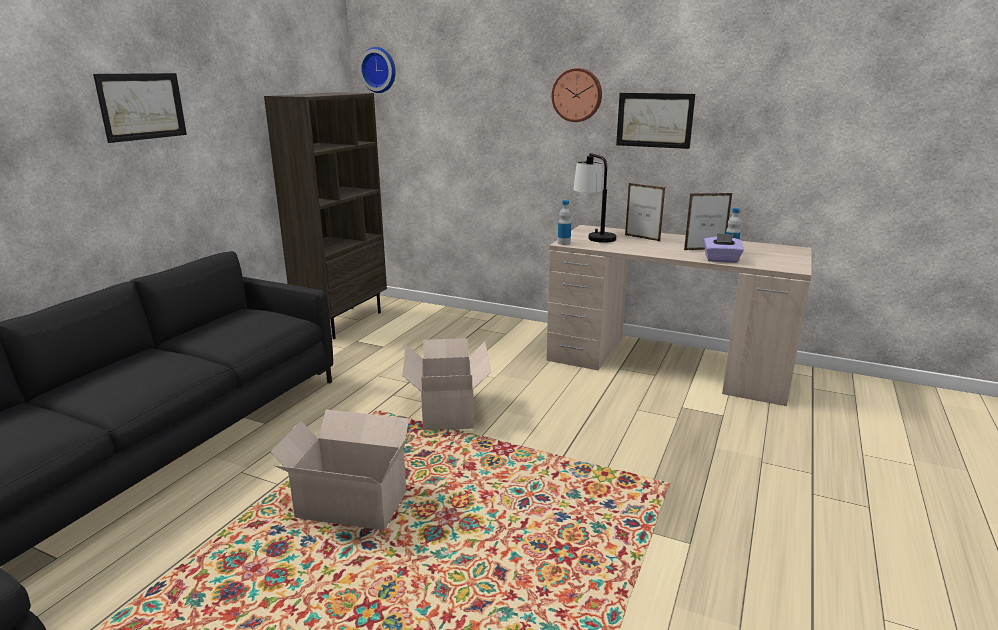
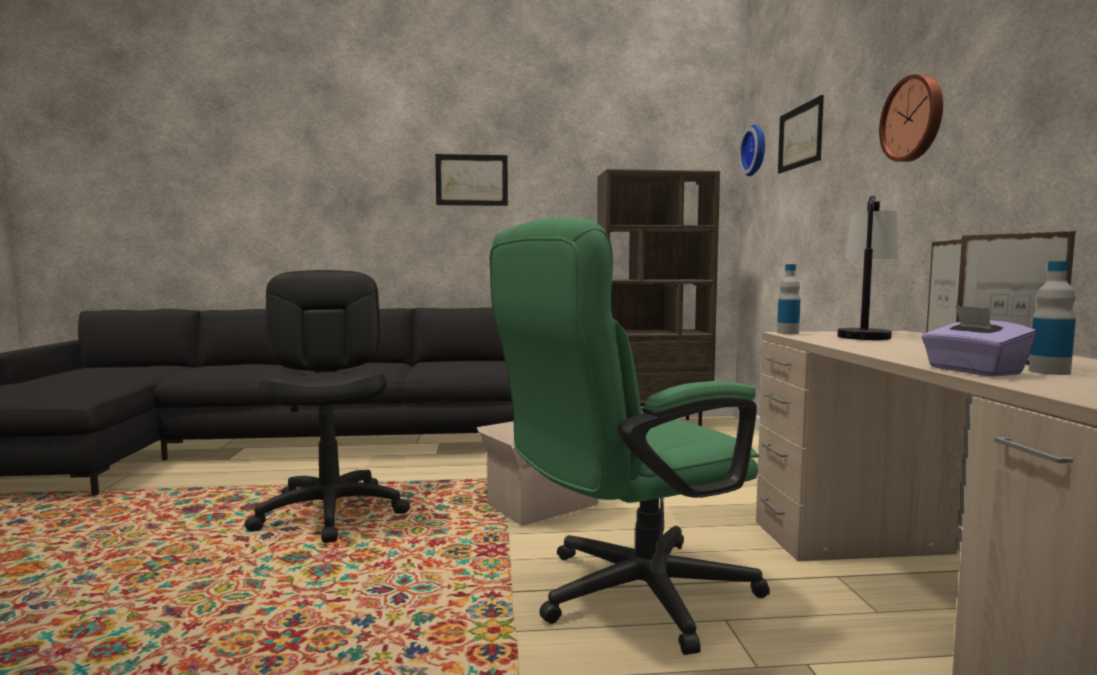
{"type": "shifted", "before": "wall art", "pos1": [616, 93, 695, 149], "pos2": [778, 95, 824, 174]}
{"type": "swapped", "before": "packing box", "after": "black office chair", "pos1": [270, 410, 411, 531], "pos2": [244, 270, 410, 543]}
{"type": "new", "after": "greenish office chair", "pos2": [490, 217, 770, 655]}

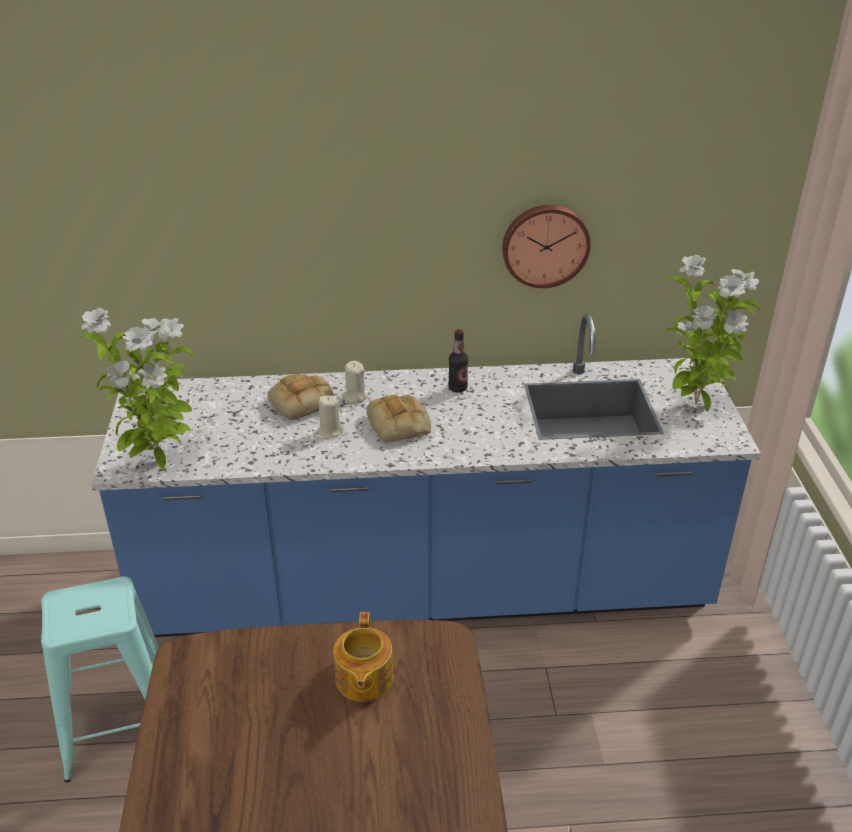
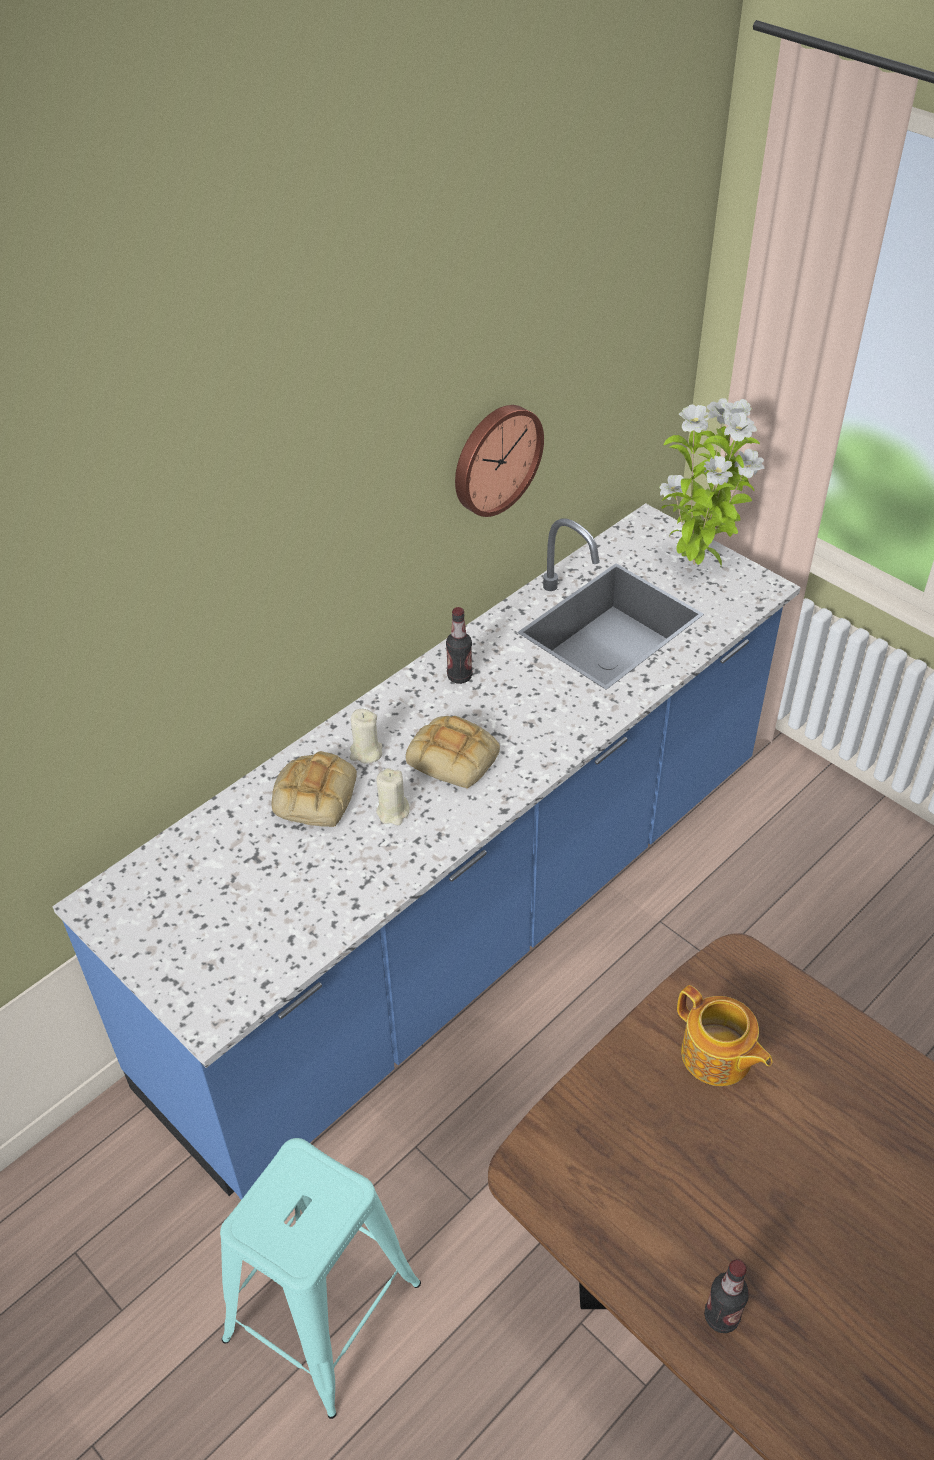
{"type": "gone", "before": "potted plant", "pos1": [80, 308, 195, 470]}
{"type": "new", "after": "beverage bottle", "pos2": [704, 1259, 749, 1333]}

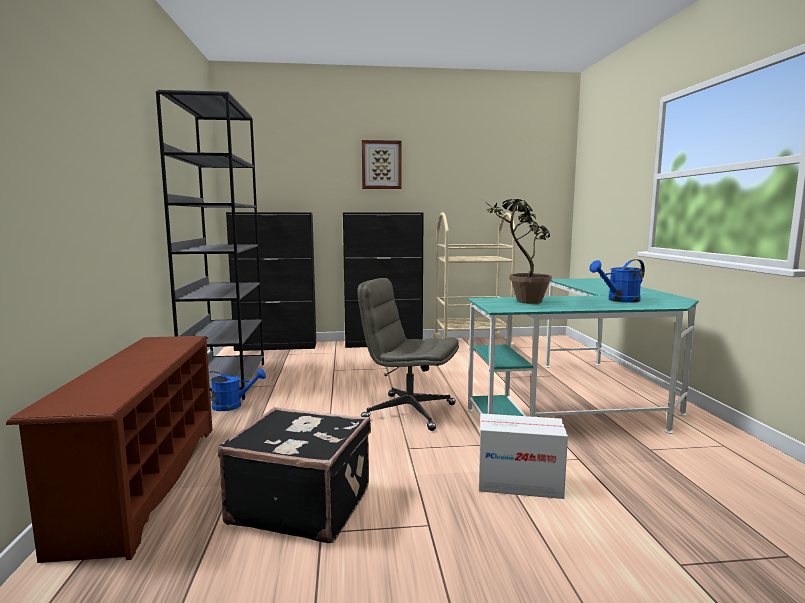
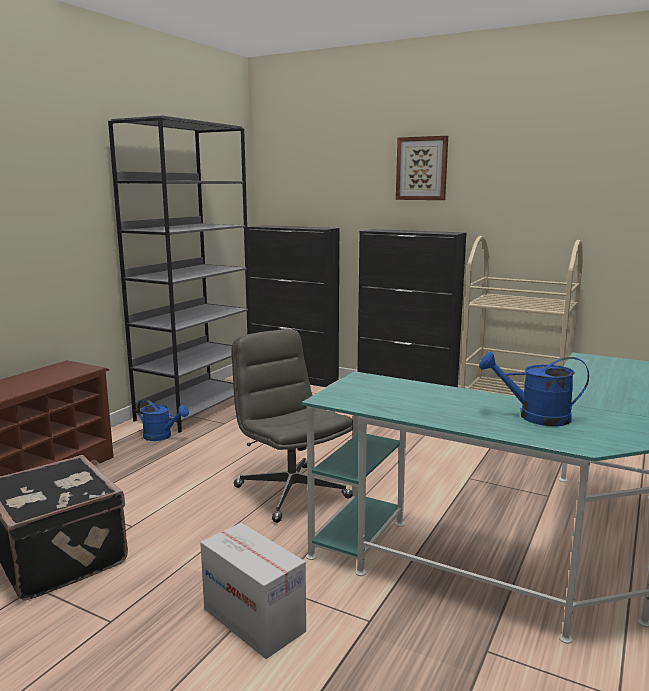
{"type": "gone", "before": "potted plant", "pos1": [483, 199, 552, 304]}

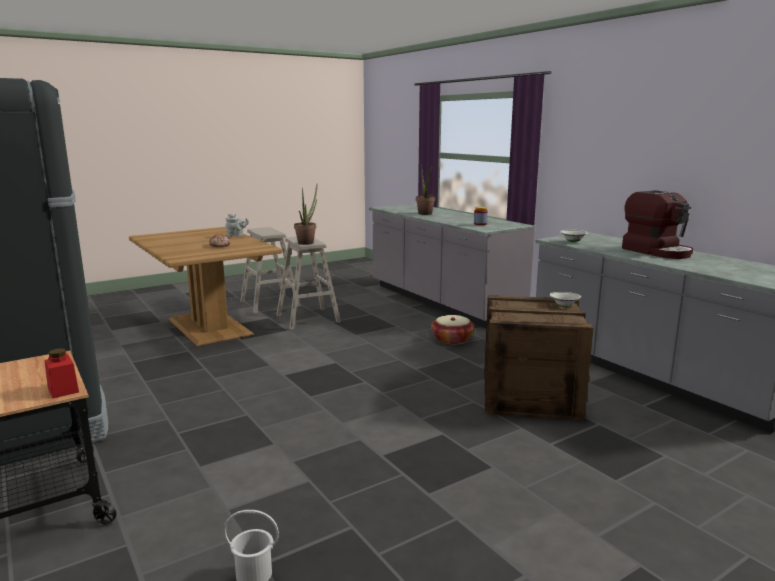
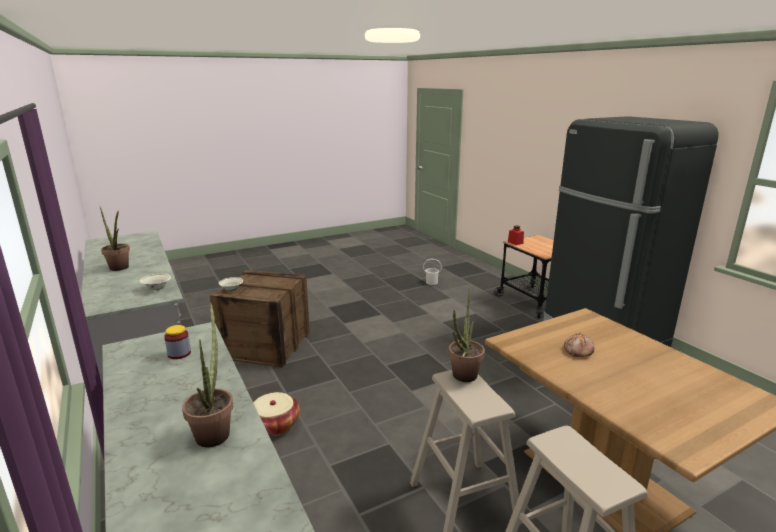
{"type": "swapped", "before": "coffee maker", "after": "potted plant", "pos1": [622, 190, 693, 259], "pos2": [100, 207, 130, 271]}
{"type": "gone", "before": "grey pot for tea", "pos1": [225, 214, 249, 237]}

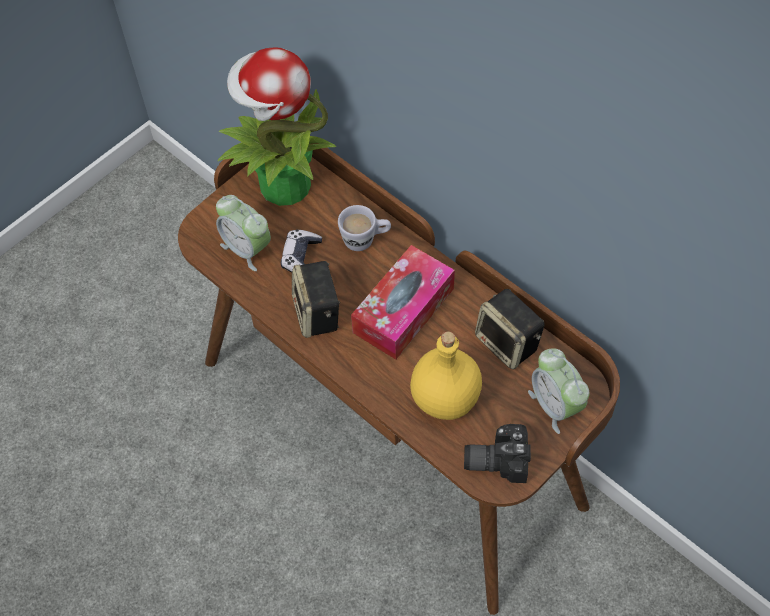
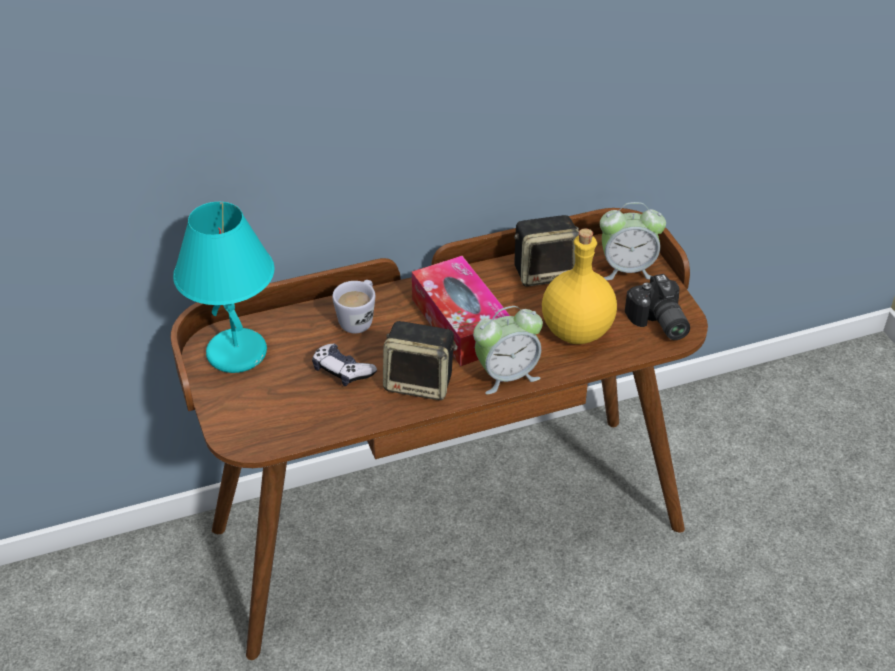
{"type": "swapped", "before": "potted plant", "after": "turquoise-coloured lamp for a table", "pos1": [218, 48, 336, 206], "pos2": [173, 202, 275, 373]}
{"type": "shifted", "before": "alarm clock", "pos1": [216, 195, 271, 271], "pos2": [473, 306, 543, 394]}
{"type": "rotated", "before": "still camera", "pos1": [464, 424, 531, 483], "pos2": [625, 274, 690, 340], "turn": -45}

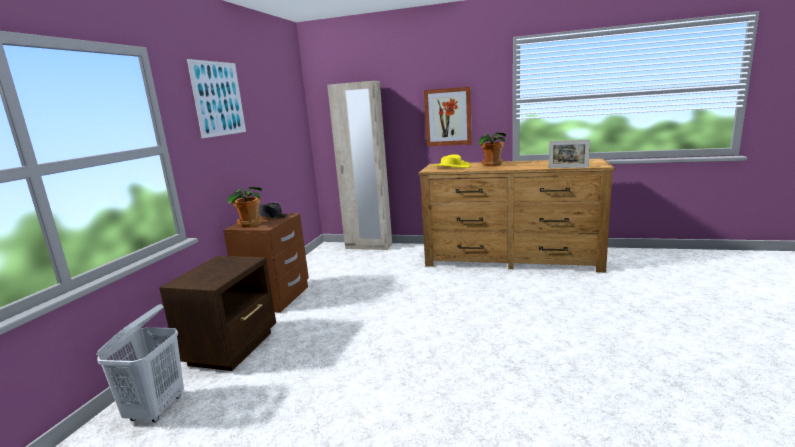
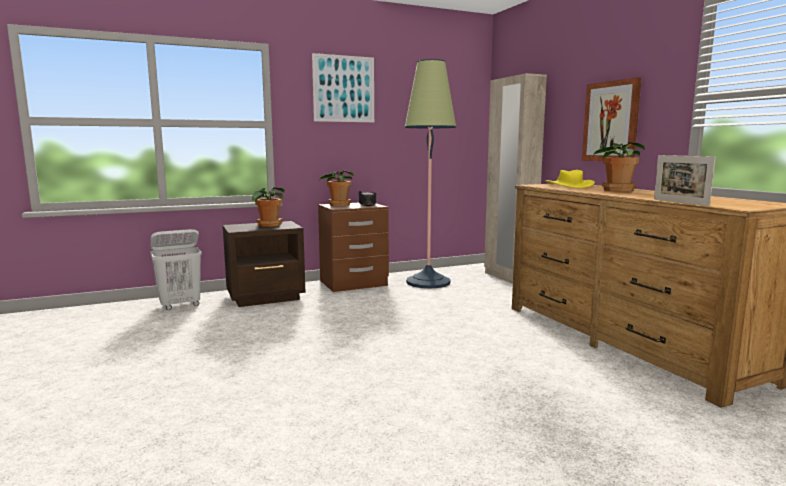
{"type": "new", "after": "floor lamp", "pos2": [405, 59, 456, 289]}
{"type": "new", "after": "potted plant", "pos2": [252, 188, 284, 227]}

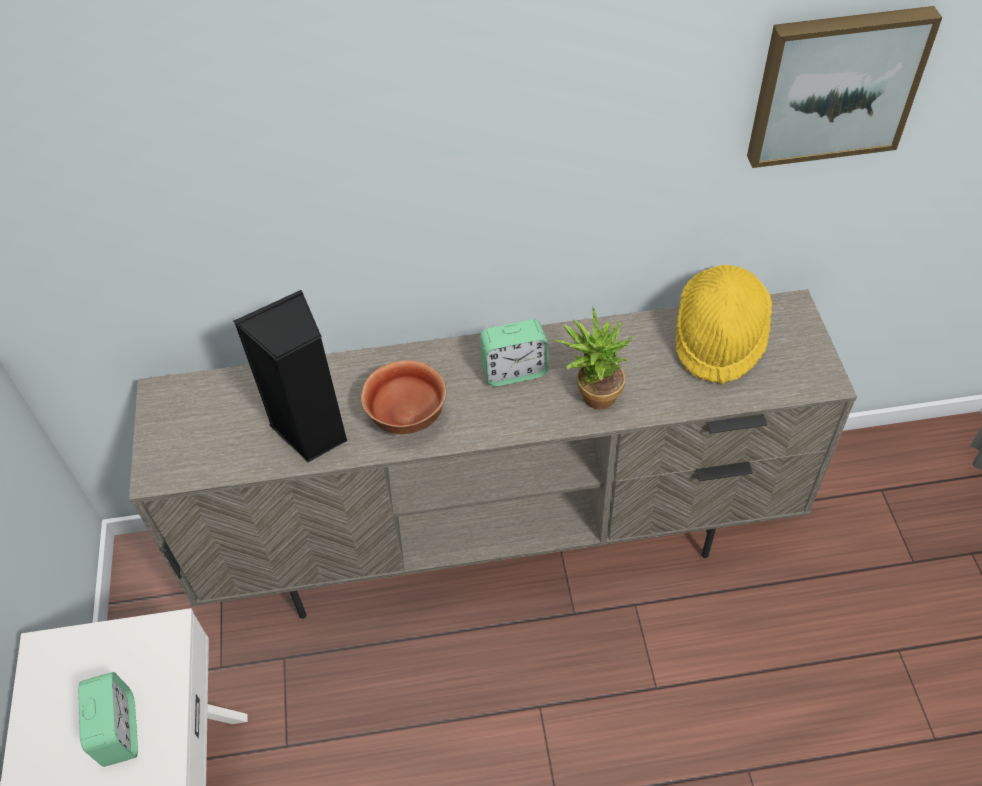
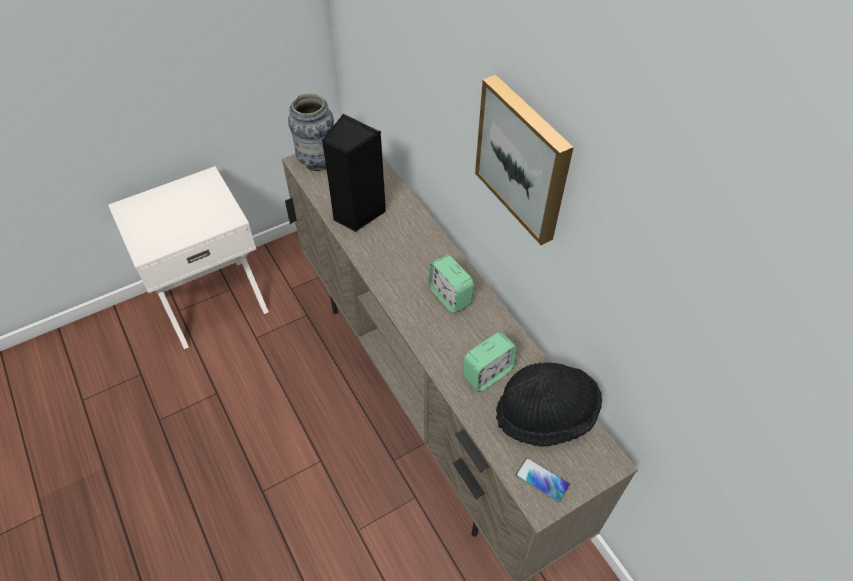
{"type": "shifted", "before": "wall art", "pos1": [747, 6, 942, 168], "pos2": [475, 75, 574, 245]}
{"type": "repainted", "before": "yellow clothing hat", "after": "black clothing hat", "pos1": [676, 265, 772, 384], "pos2": [496, 362, 602, 447]}
{"type": "gone", "before": "potted plant", "pos1": [553, 307, 635, 410]}
{"type": "gone", "before": "deep dish", "pos1": [361, 360, 447, 434]}
{"type": "shifted", "before": "alarm clock", "pos1": [78, 672, 138, 767], "pos2": [463, 332, 517, 392]}
{"type": "new", "after": "vase", "pos2": [288, 93, 334, 171]}
{"type": "new", "after": "handset", "pos2": [515, 458, 570, 503]}

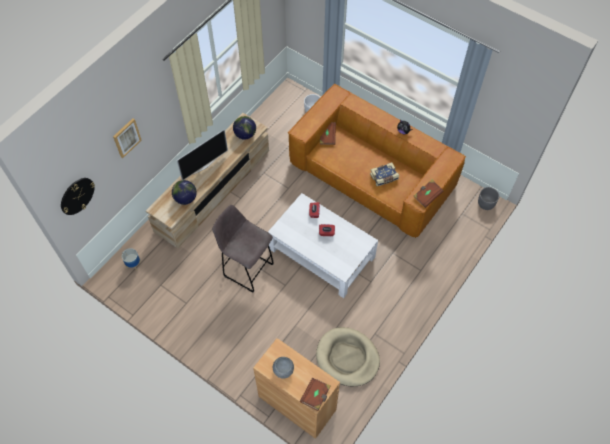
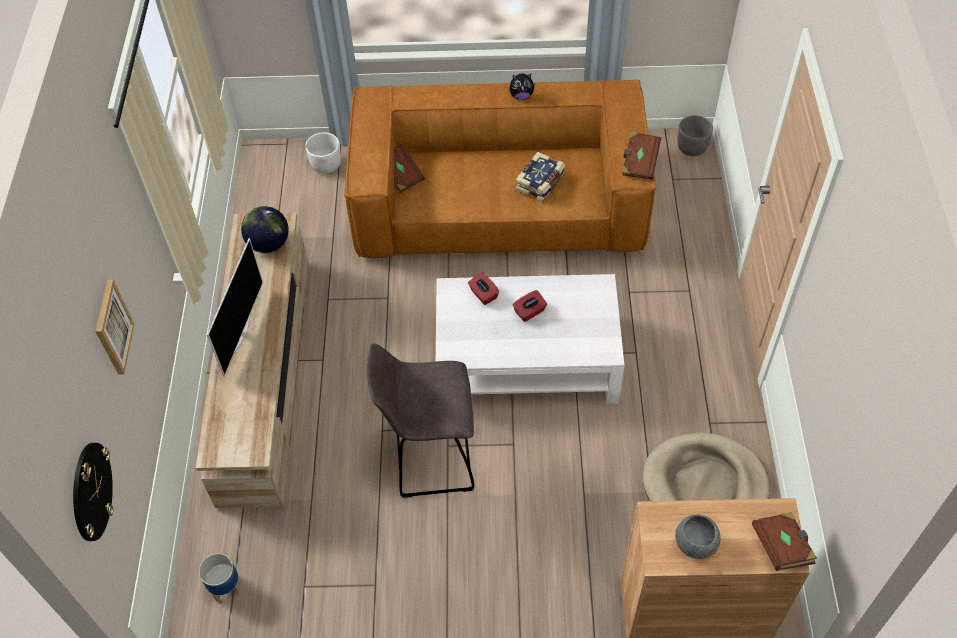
{"type": "gone", "before": "world globe", "pos1": [172, 180, 197, 205]}

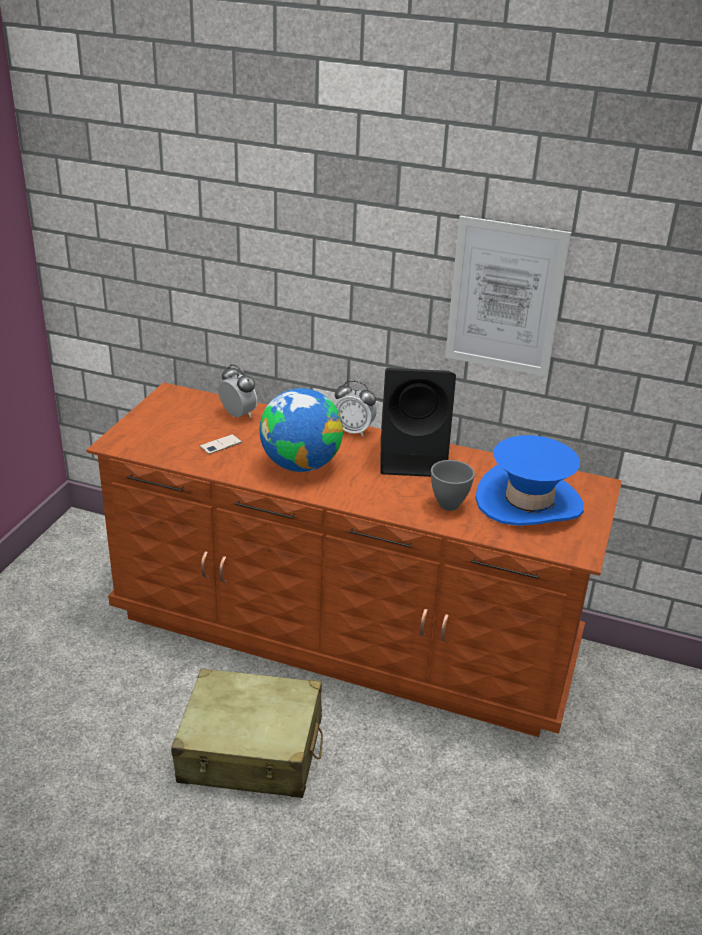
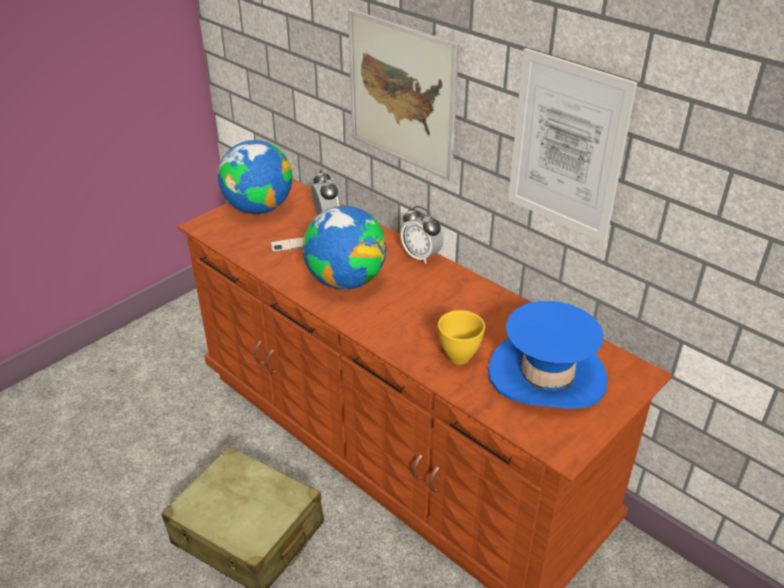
{"type": "gone", "before": "black speaker", "pos1": [380, 368, 456, 477]}
{"type": "repainted", "before": "grey deep dish", "after": "yellow deep dish", "pos1": [431, 460, 475, 511], "pos2": [438, 310, 485, 365]}
{"type": "new", "after": "wall art", "pos2": [348, 9, 459, 181]}
{"type": "new", "after": "world globe", "pos2": [218, 140, 292, 214]}

